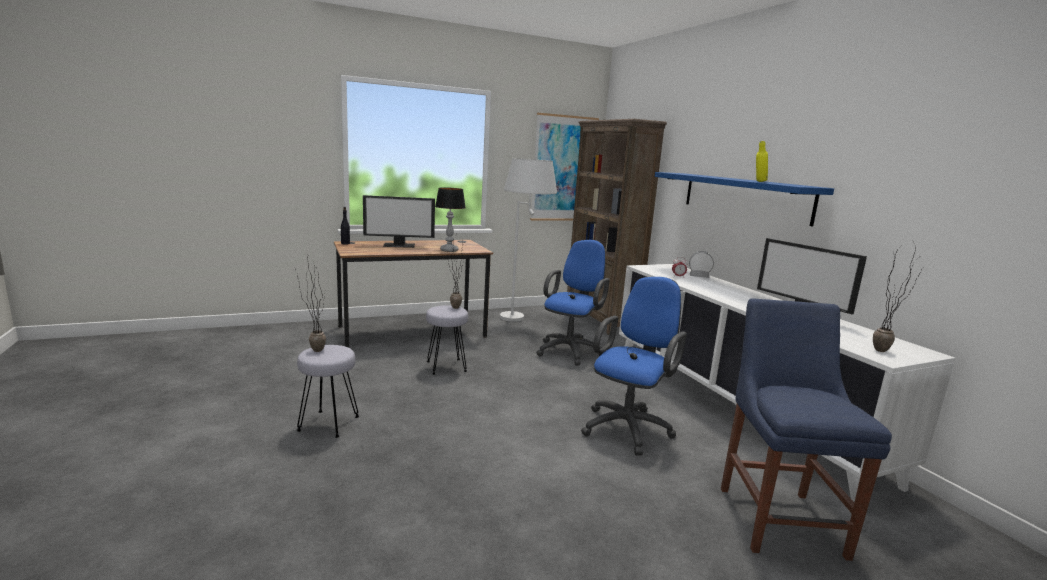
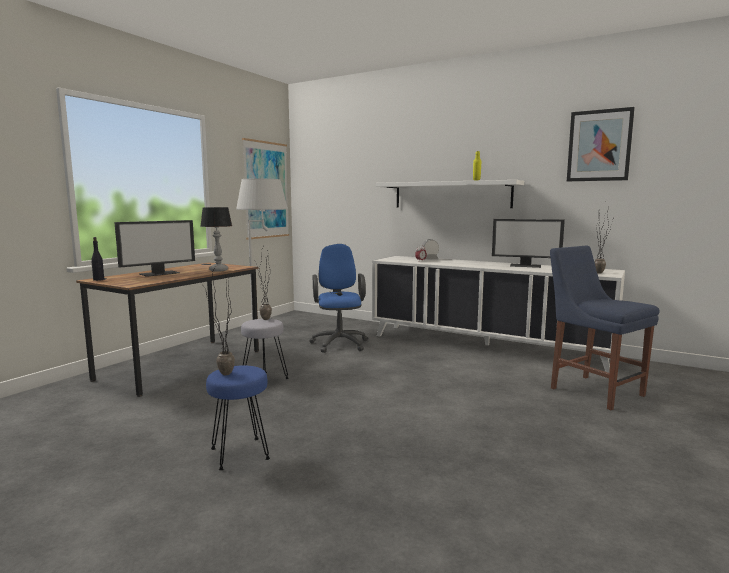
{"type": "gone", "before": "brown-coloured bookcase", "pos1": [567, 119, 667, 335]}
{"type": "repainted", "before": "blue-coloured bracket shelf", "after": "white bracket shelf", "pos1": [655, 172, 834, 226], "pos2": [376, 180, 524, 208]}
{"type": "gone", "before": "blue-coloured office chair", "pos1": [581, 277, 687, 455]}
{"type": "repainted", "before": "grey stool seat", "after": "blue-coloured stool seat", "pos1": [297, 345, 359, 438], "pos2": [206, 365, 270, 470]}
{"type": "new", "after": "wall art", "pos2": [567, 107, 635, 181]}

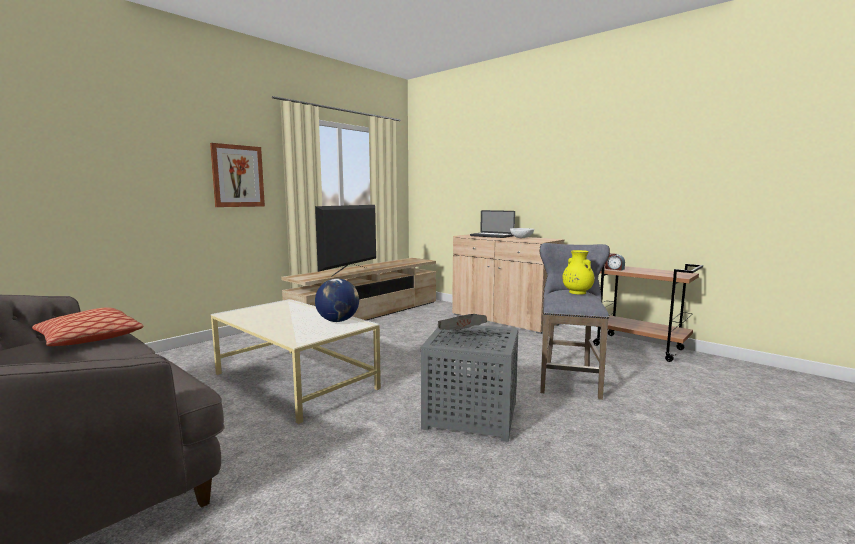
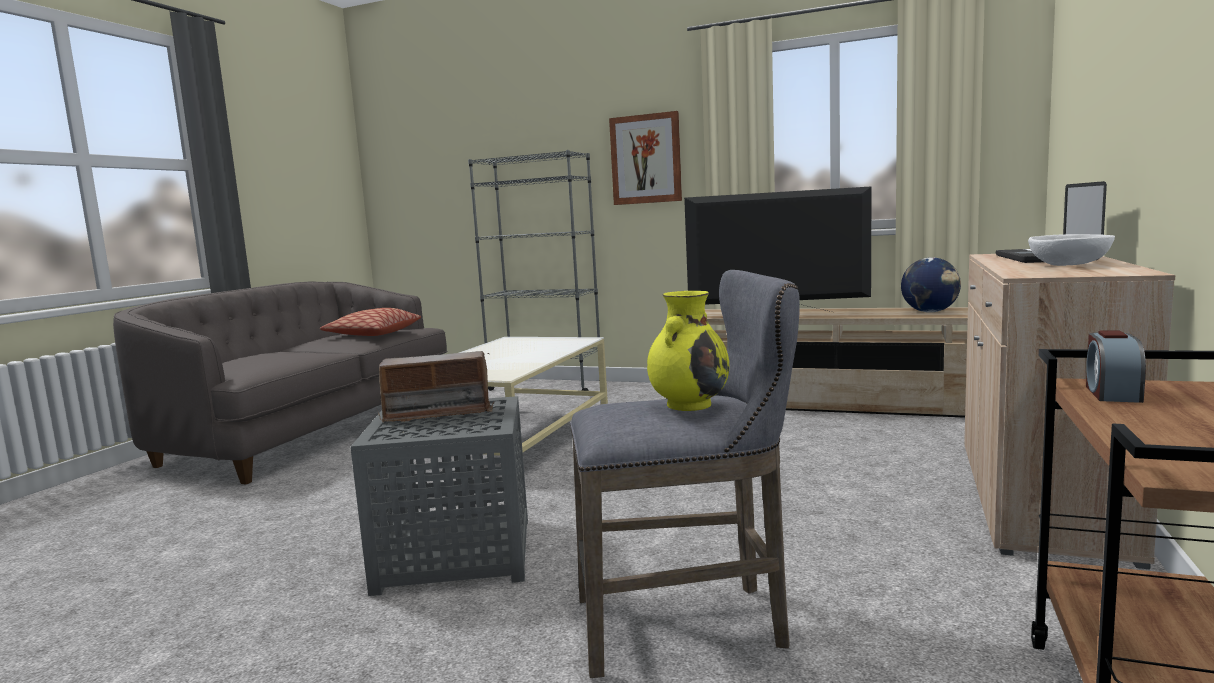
{"type": "shifted", "before": "world globe", "pos1": [315, 279, 359, 322], "pos2": [901, 257, 961, 313]}
{"type": "swapped", "before": "newspaper", "after": "radio", "pos1": [438, 314, 488, 330], "pos2": [378, 351, 495, 422]}
{"type": "new", "after": "grey bookcase", "pos2": [468, 150, 600, 391]}

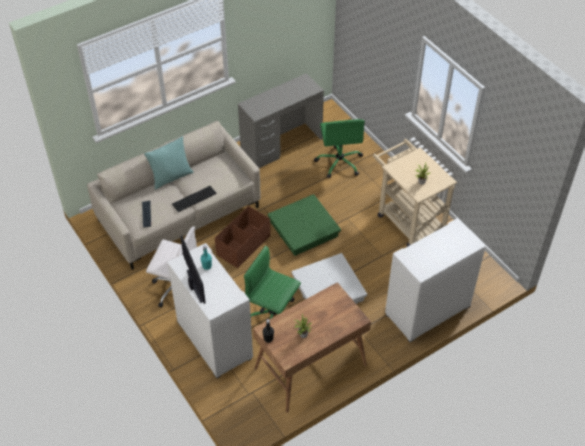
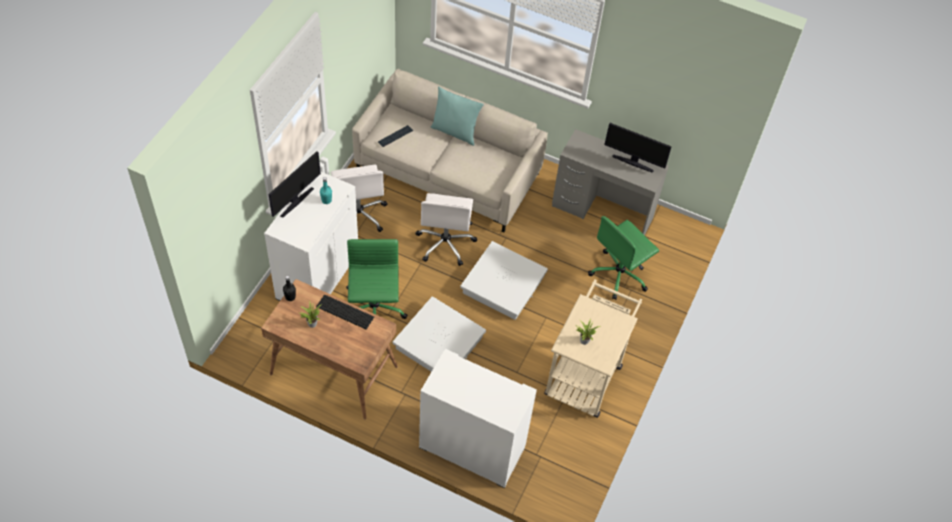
{"type": "shifted", "before": "PC keyboard", "pos1": [172, 186, 217, 212], "pos2": [316, 295, 374, 330]}
{"type": "repainted", "before": "greenish storage box", "after": "white storage box", "pos1": [268, 194, 341, 256], "pos2": [460, 241, 548, 320]}
{"type": "swapped", "before": "brown-coloured storage box", "after": "white office chair", "pos1": [215, 206, 270, 268], "pos2": [416, 193, 477, 266]}
{"type": "new", "after": "computer screen", "pos2": [604, 123, 672, 173]}

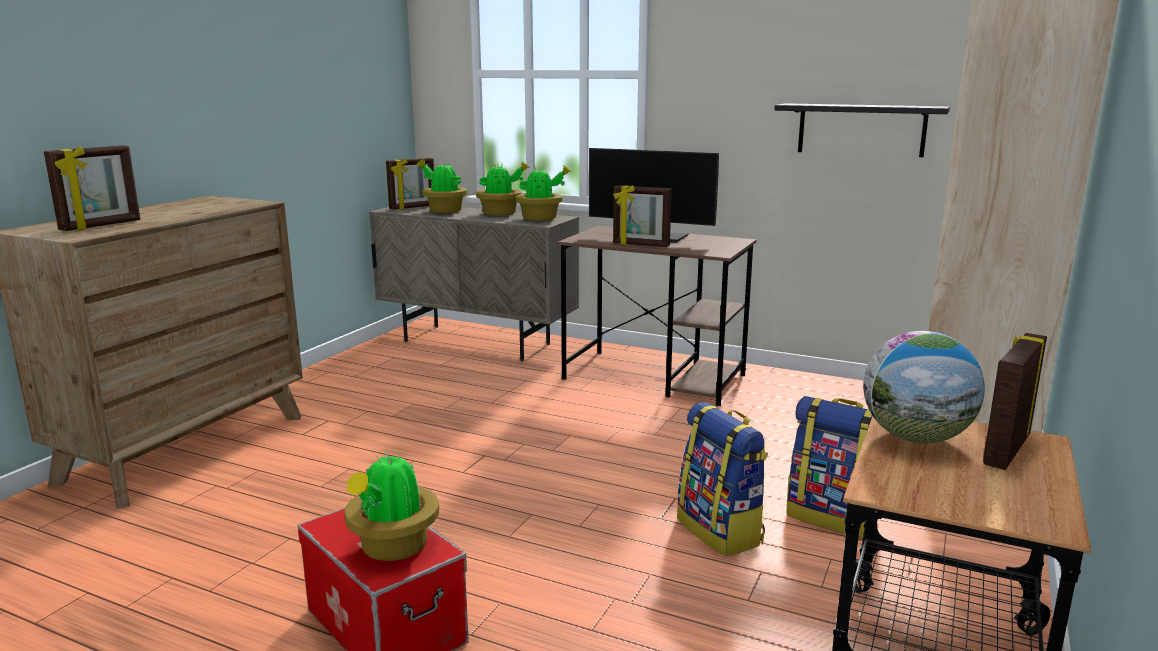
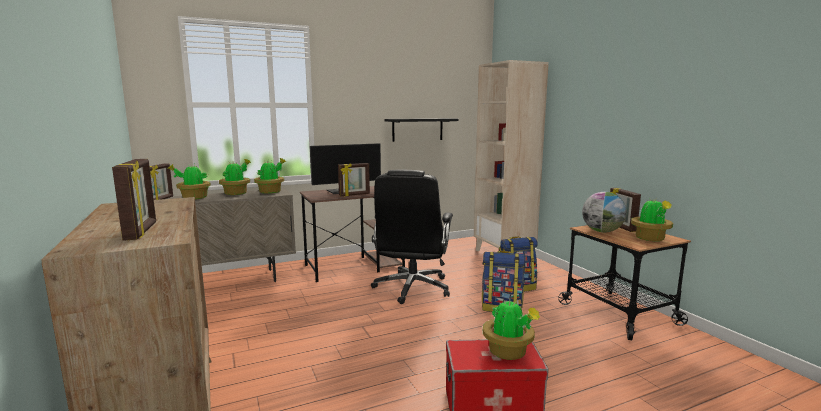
{"type": "new", "after": "black office chair", "pos2": [371, 170, 453, 304]}
{"type": "new", "after": "potted plant", "pos2": [631, 197, 673, 241]}

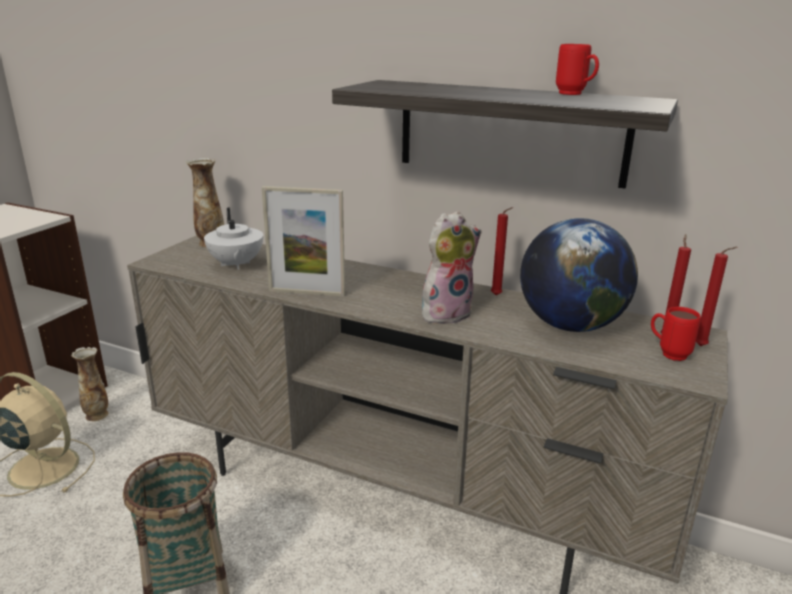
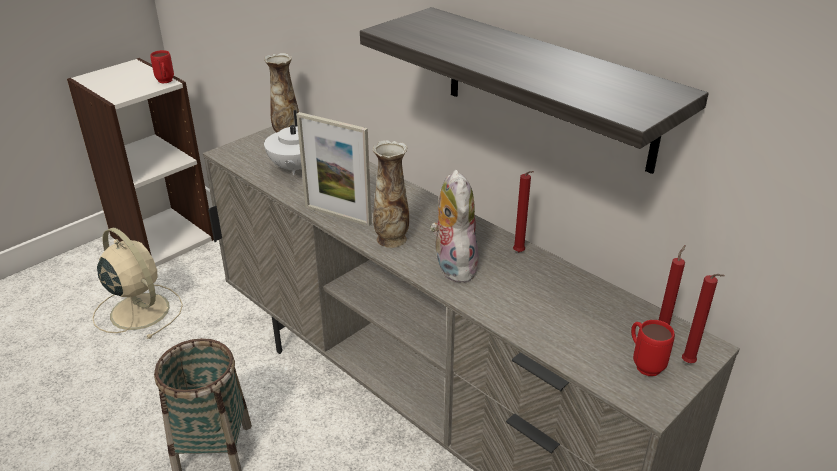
{"type": "shifted", "before": "red coffee mug", "pos1": [556, 44, 599, 95], "pos2": [150, 50, 174, 83]}
{"type": "rotated", "before": "soft toy", "pos1": [422, 211, 482, 324], "pos2": [430, 170, 479, 283], "turn": -90}
{"type": "gone", "before": "world globe", "pos1": [520, 218, 638, 332]}
{"type": "shifted", "before": "vase", "pos1": [71, 347, 108, 421], "pos2": [373, 140, 409, 248]}

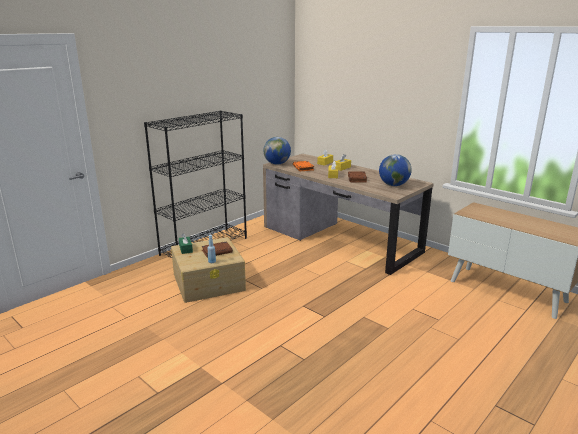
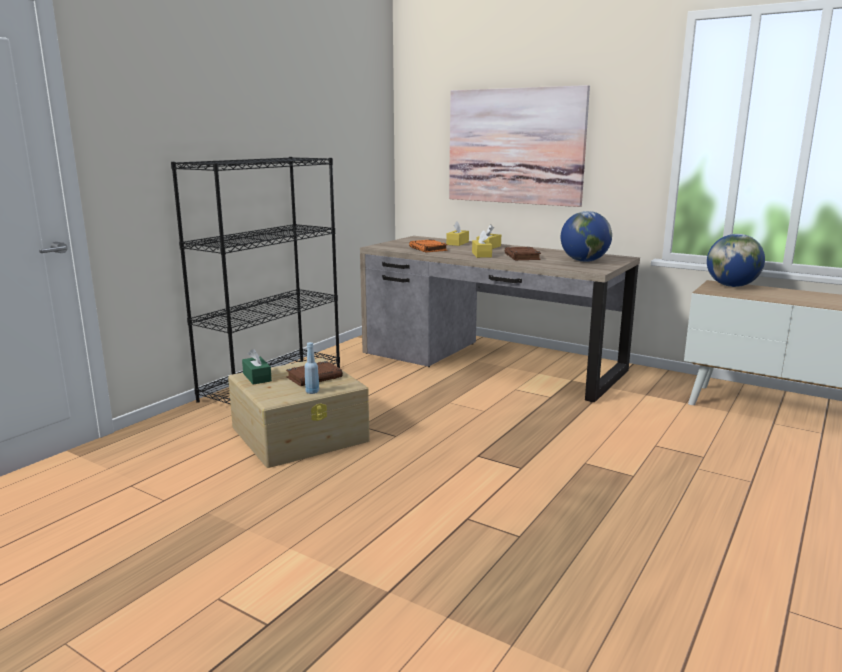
{"type": "shifted", "before": "world globe", "pos1": [263, 137, 291, 165], "pos2": [707, 234, 765, 287]}
{"type": "new", "after": "wall art", "pos2": [449, 85, 590, 207]}

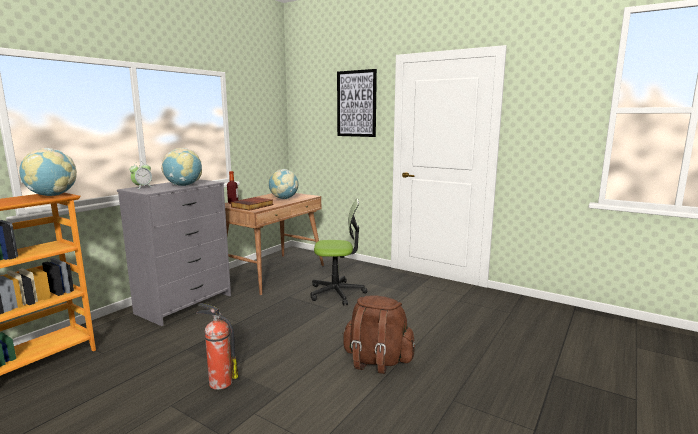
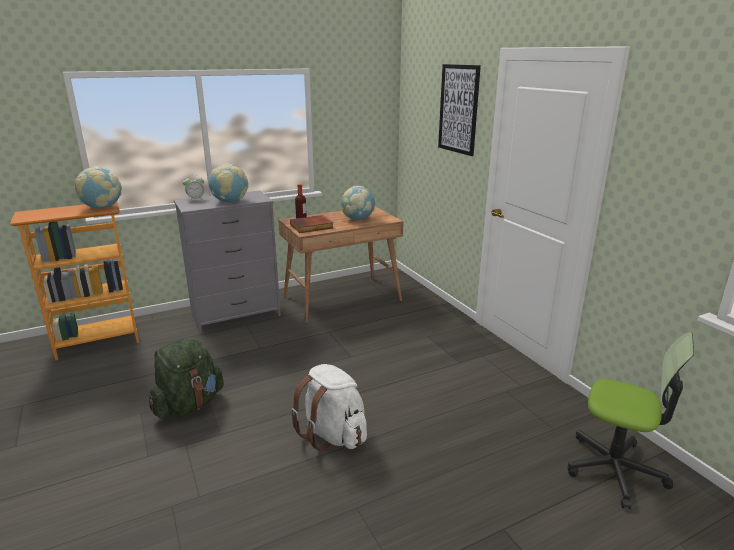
{"type": "shifted", "before": "office chair", "pos1": [310, 199, 367, 305], "pos2": [568, 332, 694, 509]}
{"type": "repainted", "before": "brown-coloured rucksack", "after": "white rucksack", "pos1": [342, 296, 415, 374], "pos2": [291, 364, 367, 452]}
{"type": "swapped", "before": "fire-fighting cylinder", "after": "greenish rucksack", "pos1": [196, 303, 238, 390], "pos2": [149, 338, 224, 419]}

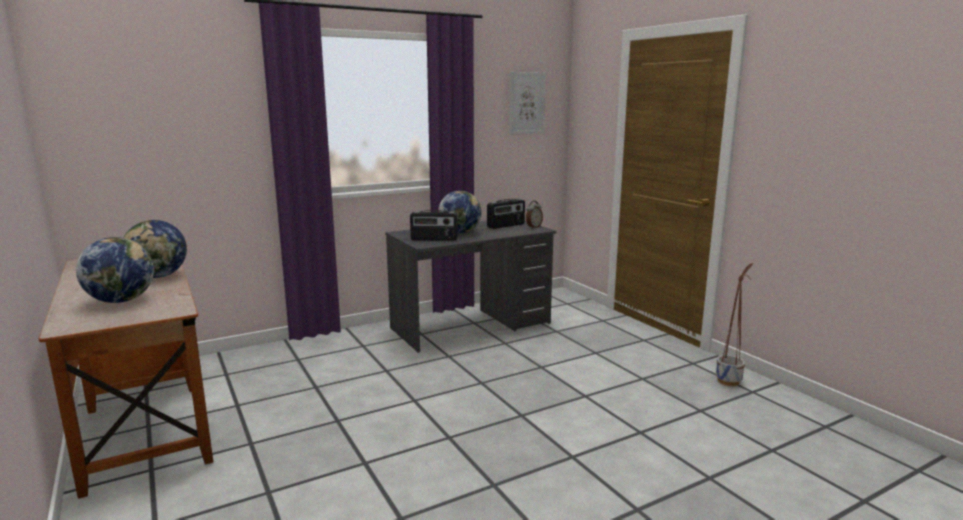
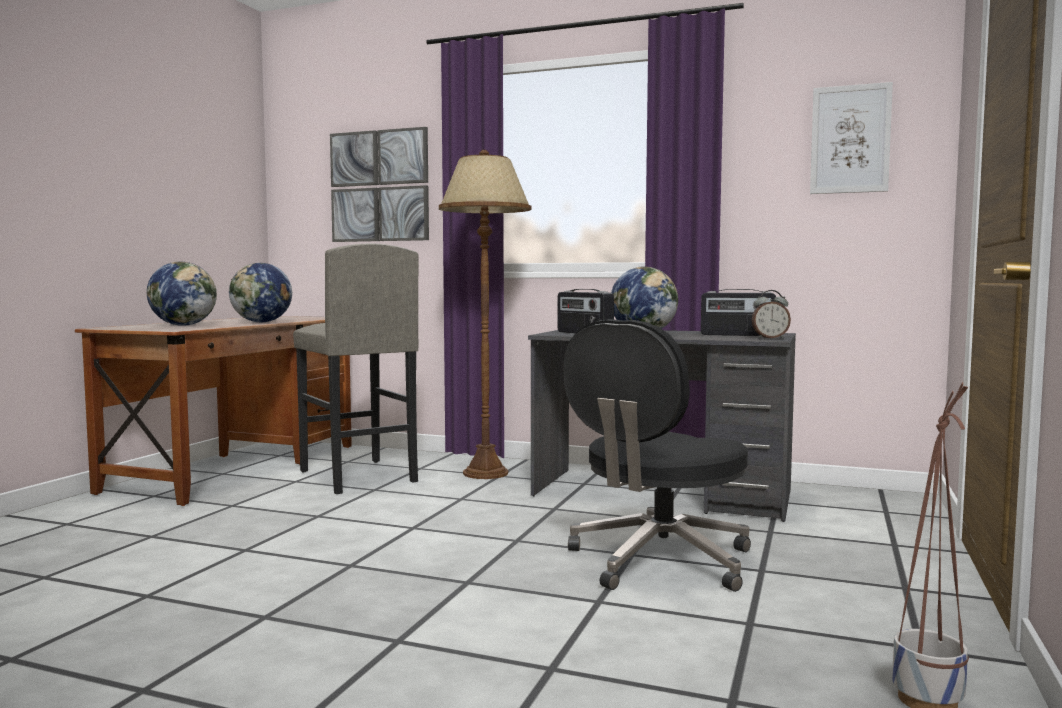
{"type": "new", "after": "wall art", "pos2": [330, 127, 429, 242]}
{"type": "new", "after": "brown-coloured floor lamp", "pos2": [439, 150, 531, 479]}
{"type": "new", "after": "grey stool seat", "pos2": [293, 243, 419, 494]}
{"type": "new", "after": "black office chair", "pos2": [563, 319, 751, 592]}

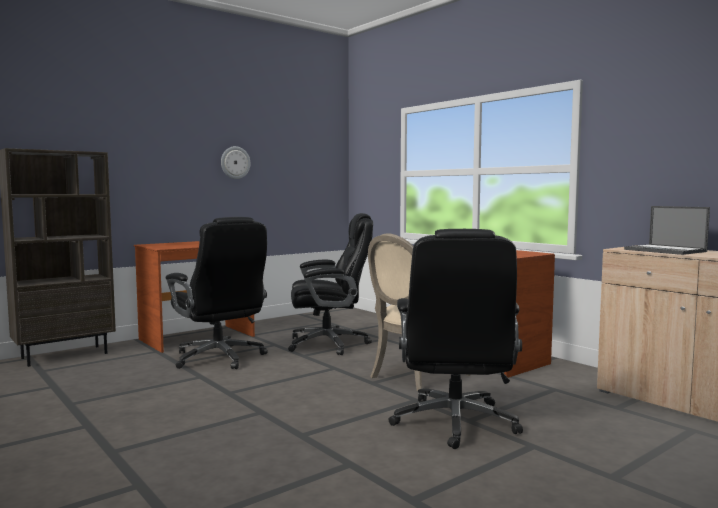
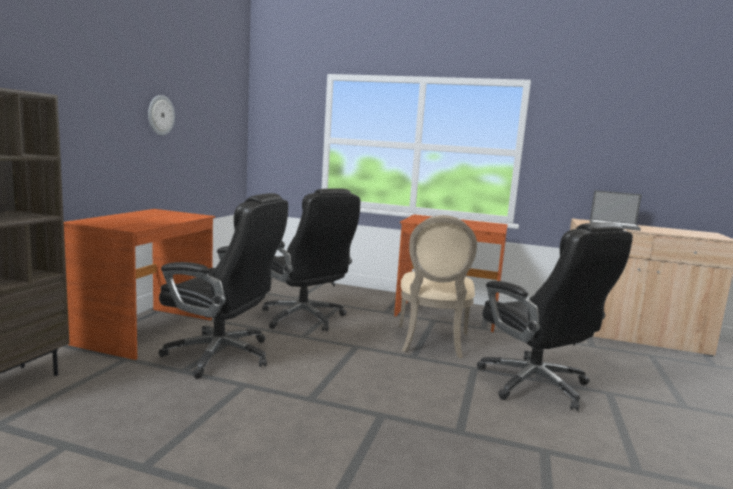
{"type": "rotated", "before": "black office chair", "pos1": [288, 213, 373, 355], "pos2": [262, 188, 360, 332], "turn": 90}

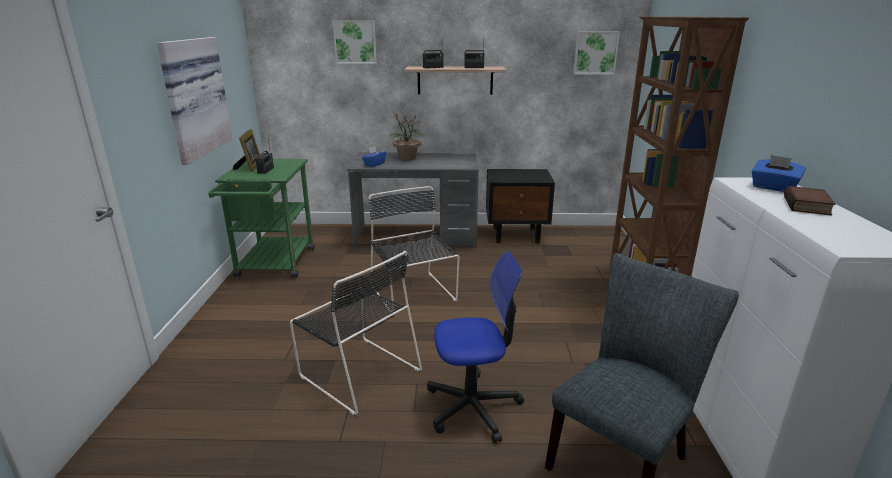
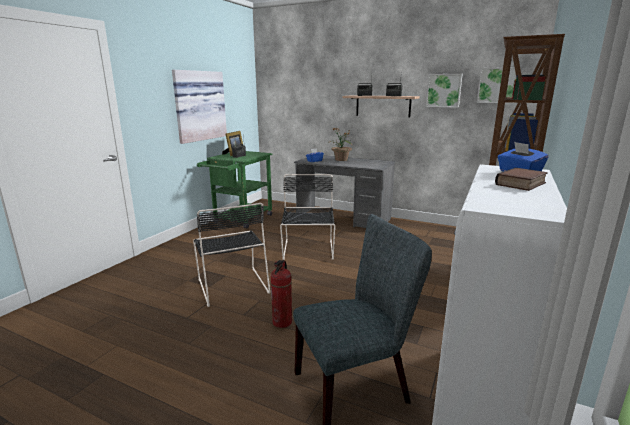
{"type": "shifted", "before": "wall art", "pos1": [333, 20, 377, 64], "pos2": [426, 74, 463, 108]}
{"type": "gone", "before": "black night table", "pos1": [486, 169, 555, 244]}
{"type": "swapped", "before": "office chair", "after": "fire-fighting cylinder", "pos1": [427, 251, 524, 443], "pos2": [271, 260, 292, 328]}

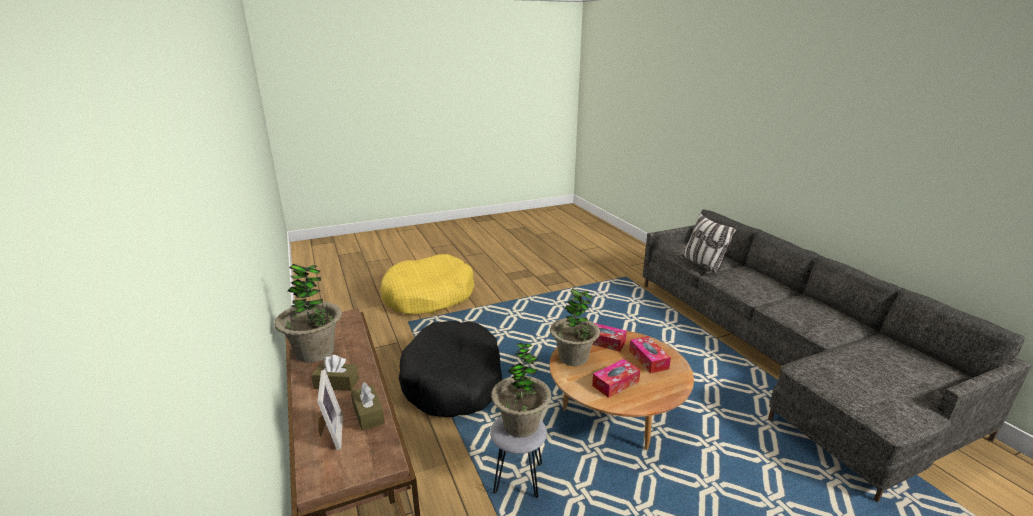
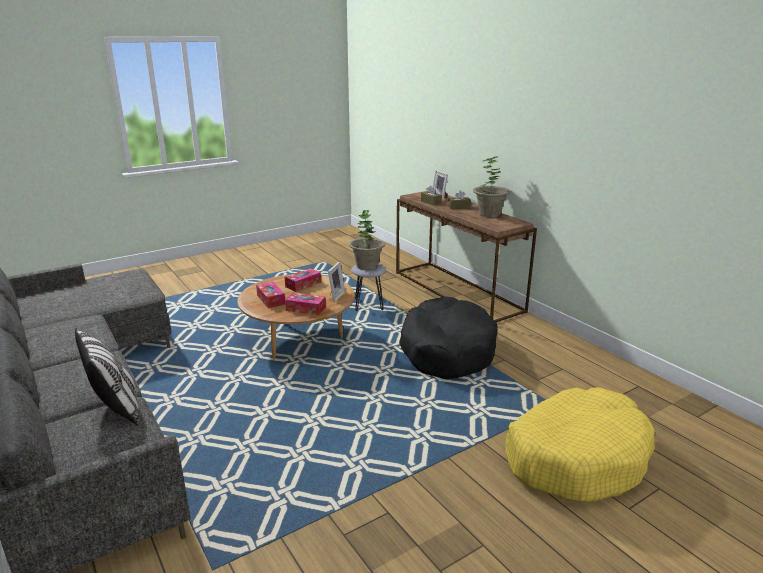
{"type": "swapped", "before": "potted plant", "after": "photo frame", "pos1": [550, 288, 600, 366], "pos2": [328, 262, 345, 302]}

